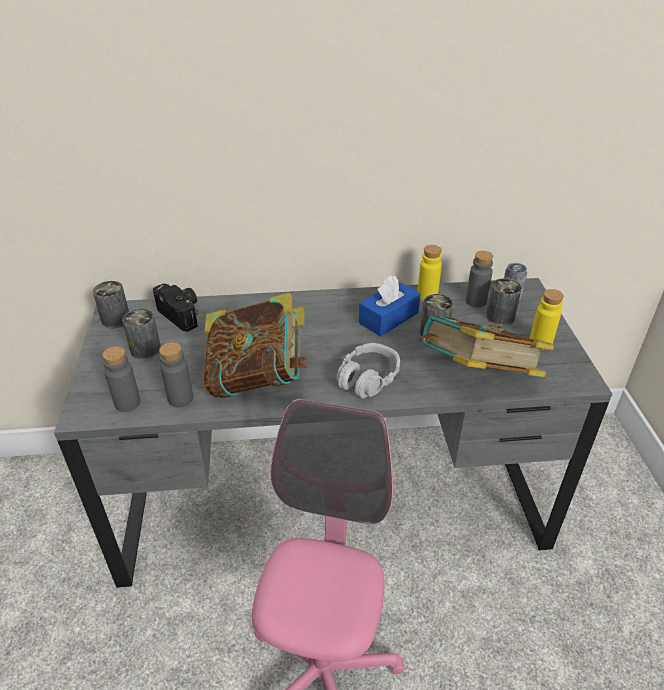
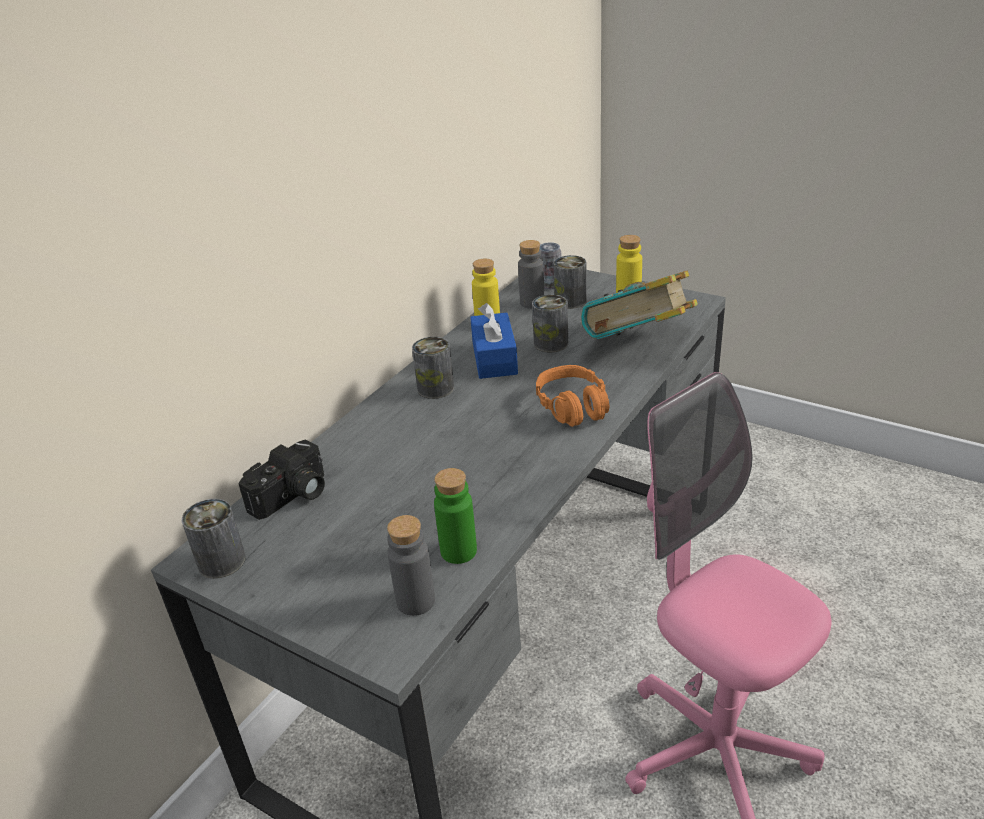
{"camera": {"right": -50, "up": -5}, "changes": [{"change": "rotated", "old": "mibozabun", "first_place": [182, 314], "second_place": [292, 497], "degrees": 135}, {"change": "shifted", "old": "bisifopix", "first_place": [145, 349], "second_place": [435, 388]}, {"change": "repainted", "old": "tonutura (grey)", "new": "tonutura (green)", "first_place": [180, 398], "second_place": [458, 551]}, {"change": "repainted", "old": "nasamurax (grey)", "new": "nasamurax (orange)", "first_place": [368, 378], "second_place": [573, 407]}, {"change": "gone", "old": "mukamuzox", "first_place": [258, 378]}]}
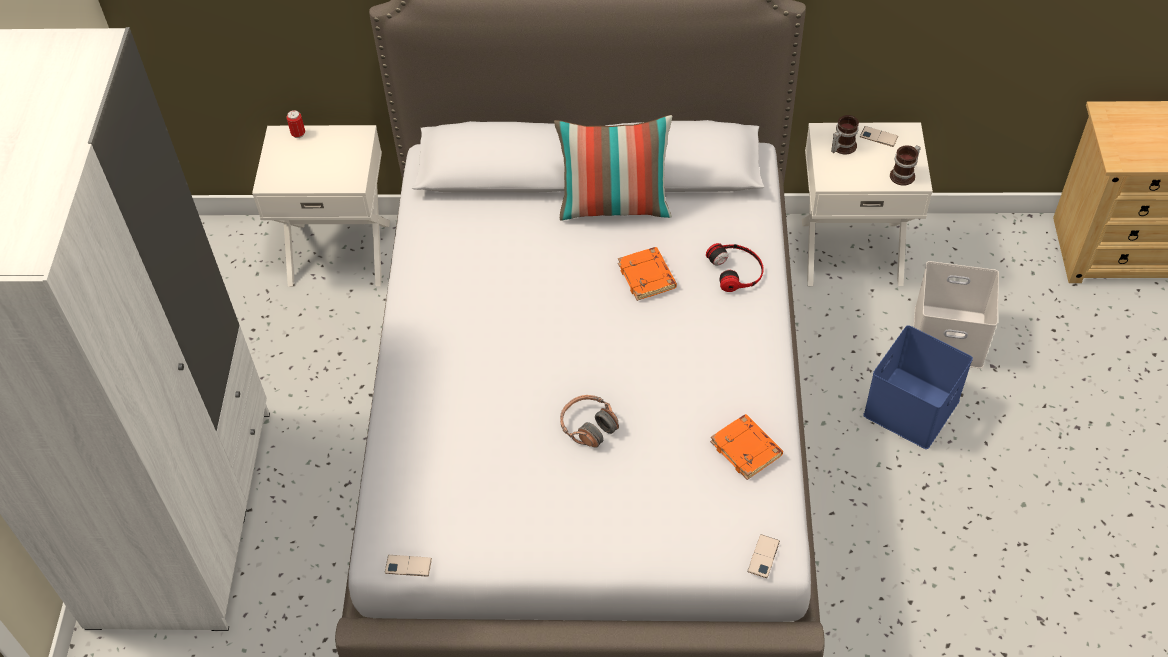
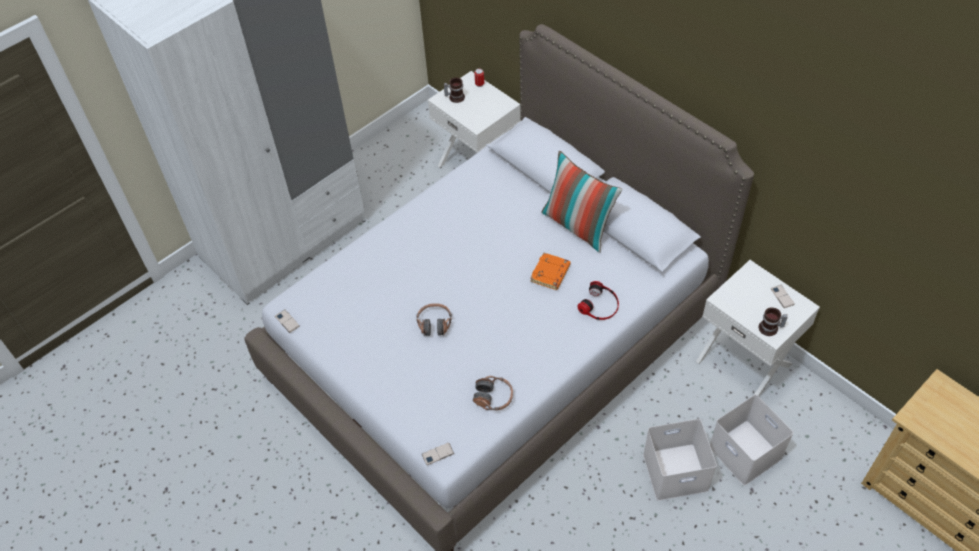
{"camera": {"right": 45, "up": 0}, "changes": [{"change": "shifted", "old": "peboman", "first_place": [841, 146], "second_place": [455, 97]}, {"change": "swapped", "old": "mukamuzox (orange)", "new": "nasamurax", "first_place": [747, 449], "second_place": [493, 397]}, {"change": "repainted", "old": "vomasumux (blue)", "new": "vomasumux (white)", "first_place": [910, 406], "second_place": [676, 470]}]}
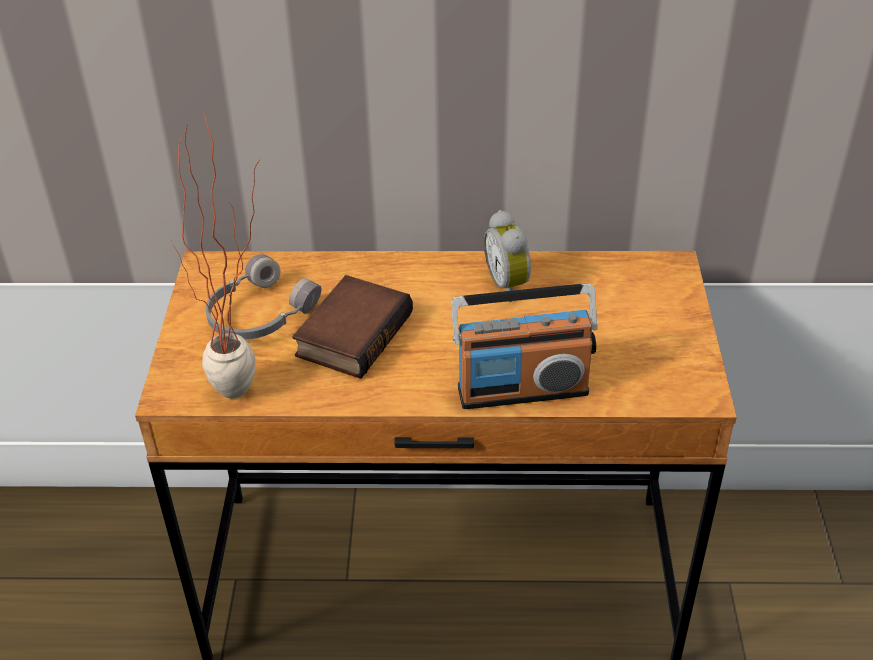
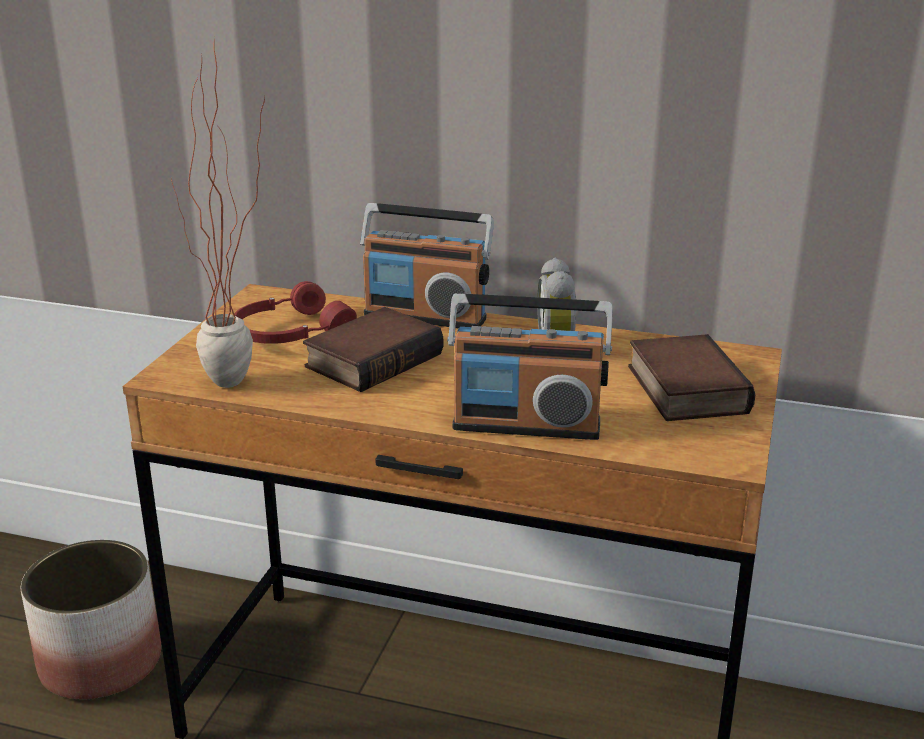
{"camera": {"right": 15, "up": -15}, "changes": [{"change": "new", "new": "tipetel", "second_place": [101, 663]}, {"change": "repainted", "old": "nasamurax (grey)", "new": "nasamurax (red)", "first_place": [259, 314], "second_place": [289, 333]}, {"change": "new", "new": "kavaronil", "second_place": [425, 316]}, {"change": "new", "new": "mukamuzox", "second_place": [682, 389]}]}
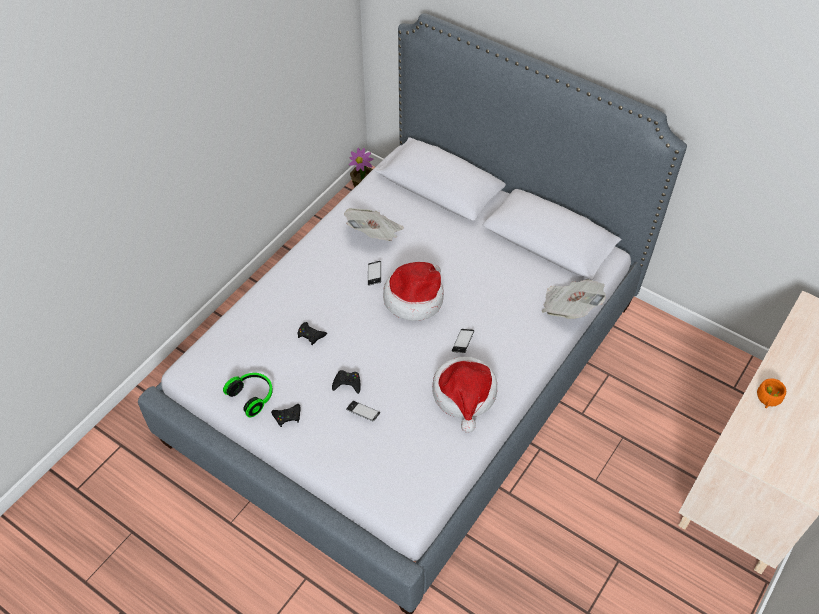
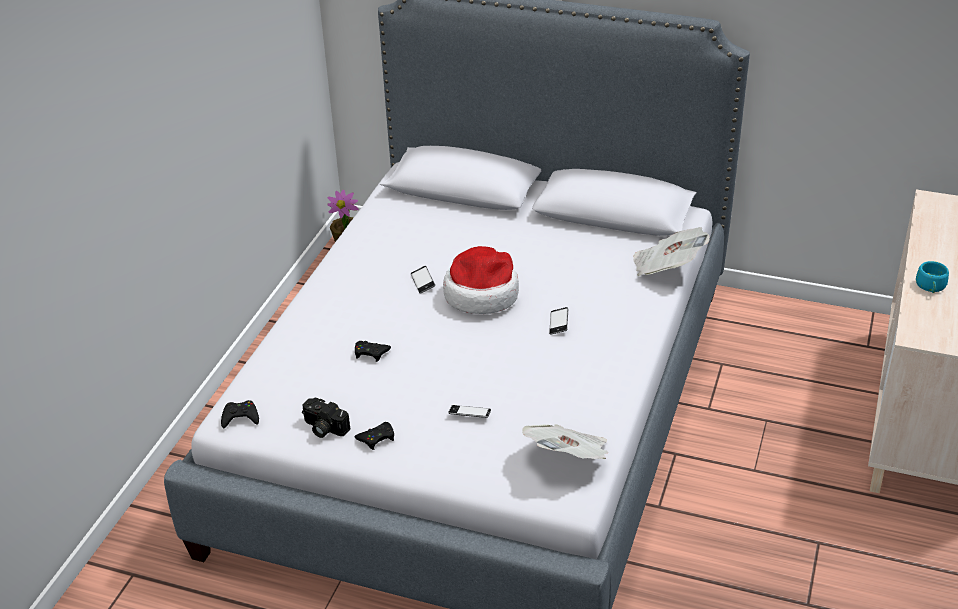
{"camera": {"right": -15, "up": -15}, "changes": [{"change": "shifted", "old": "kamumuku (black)", "first_place": [347, 383], "second_place": [240, 417]}, {"change": "swapped", "old": "nasamurax", "new": "mibozabun", "first_place": [253, 396], "second_place": [323, 428]}, {"change": "shifted", "old": "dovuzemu", "first_place": [375, 234], "second_place": [569, 458]}, {"change": "repainted", "old": "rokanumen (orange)", "new": "rokanumen (turquoise)", "first_place": [768, 399], "second_place": [930, 287]}, {"change": "gone", "old": "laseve", "first_place": [464, 395]}]}
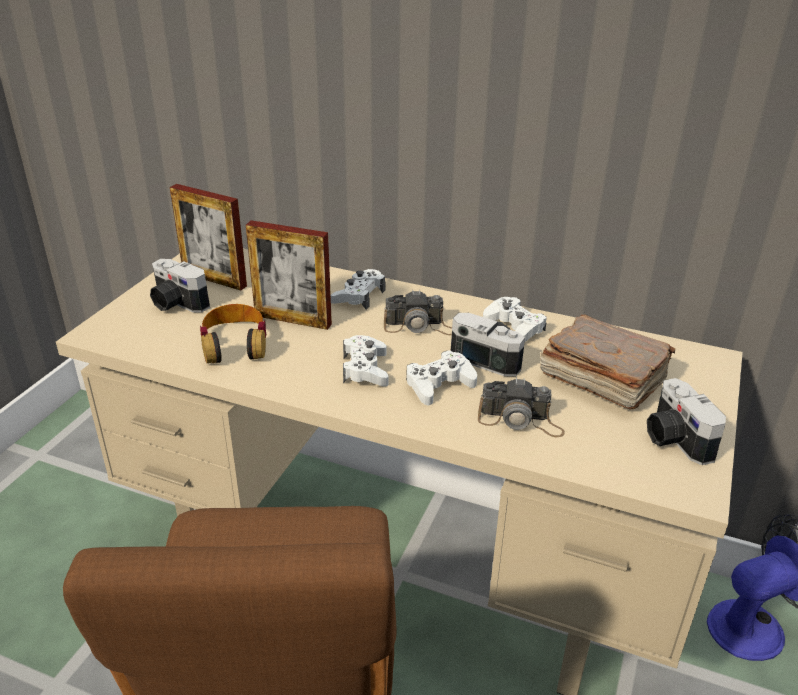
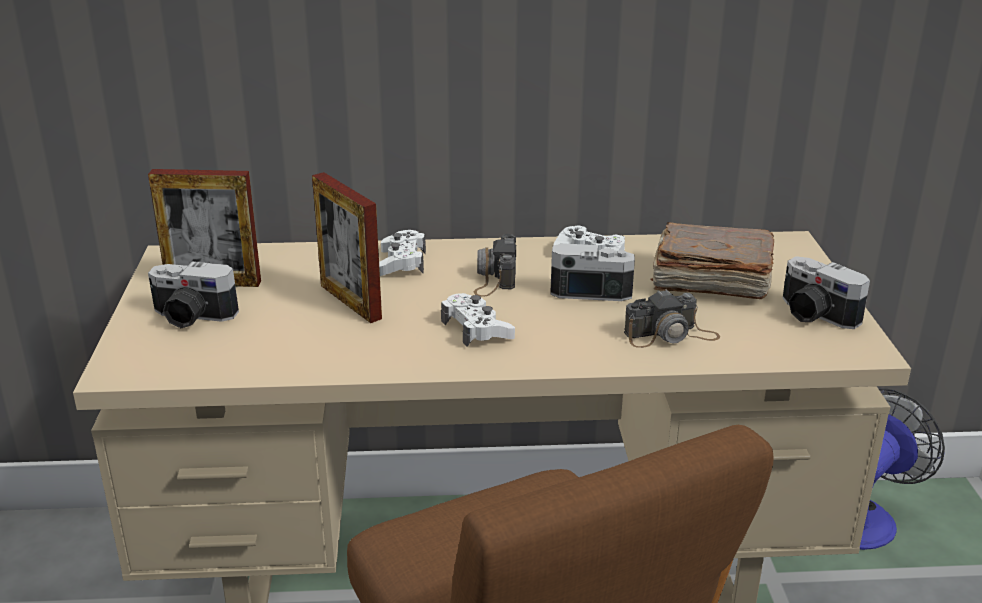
{"camera": {"right": -25, "up": -5}, "changes": [{"change": "rotated", "old": "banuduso", "first_place": [293, 320], "second_place": [350, 302], "degrees": 60}, {"change": "rotated", "old": "mibozabun", "first_place": [420, 326], "second_place": [495, 277], "degrees": 120}, {"change": "gone", "old": "nasamurax", "first_place": [234, 343]}, {"change": "gone", "old": "kamumuku (white)", "first_place": [439, 384]}]}
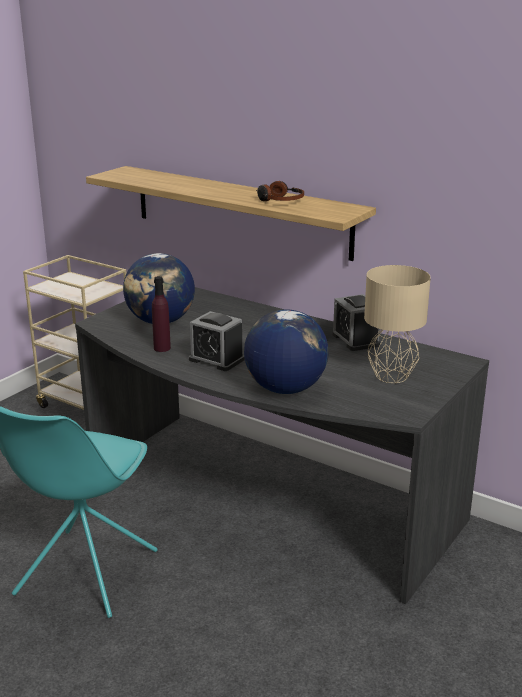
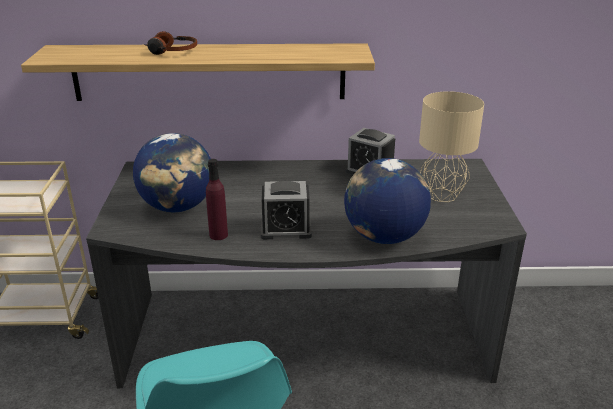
{"camera": {"right": -35, "up": 5}, "changes": [{"change": "shifted", "old": "nasamurax", "first_place": [279, 200], "second_place": [172, 51]}]}
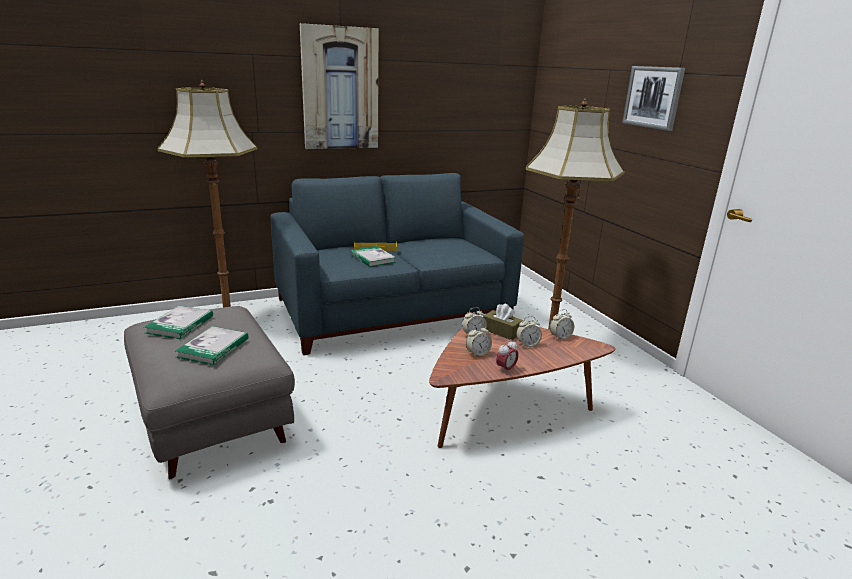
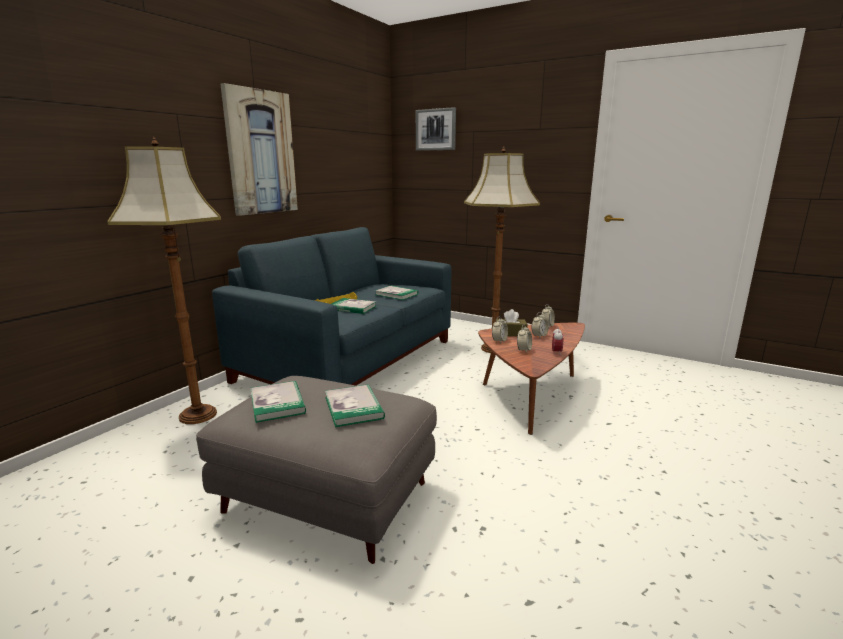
{"camera": {"right": -35, "up": -5}, "changes": [{"change": "new", "new": "mukamuzox", "second_place": [396, 294]}, {"change": "shifted", "old": "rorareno", "first_place": [653, 97], "second_place": [436, 129]}]}
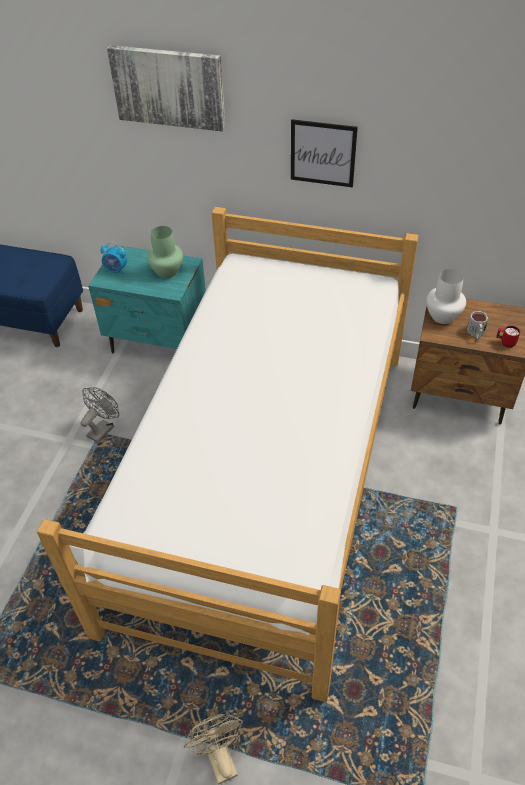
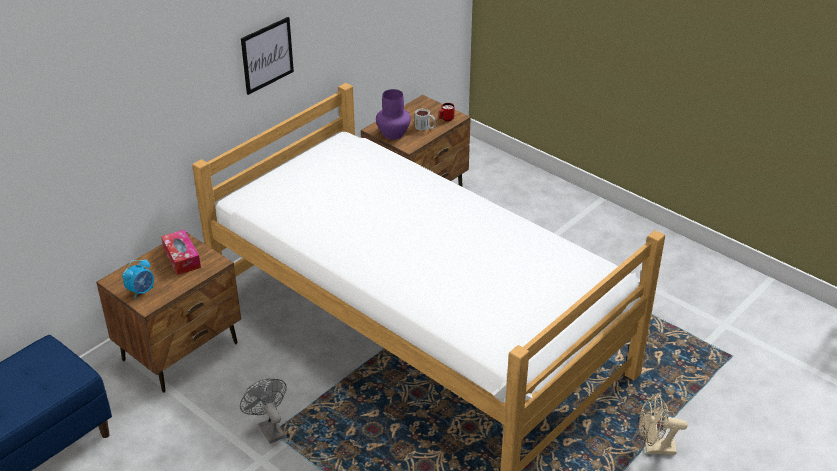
{"camera": {"right": -65, "up": -10}, "changes": [{"change": "repainted", "old": "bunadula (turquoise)", "new": "bunadula (brown)", "first_place": [159, 341], "second_place": [181, 351]}, {"change": "swapped", "old": "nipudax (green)", "new": "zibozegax", "first_place": [167, 272], "second_place": [182, 258]}, {"change": "repainted", "old": "nipudax (white)", "new": "nipudax (purple)", "first_place": [442, 316], "second_place": [393, 134]}, {"change": "gone", "old": "rorareno", "first_place": [168, 87]}]}
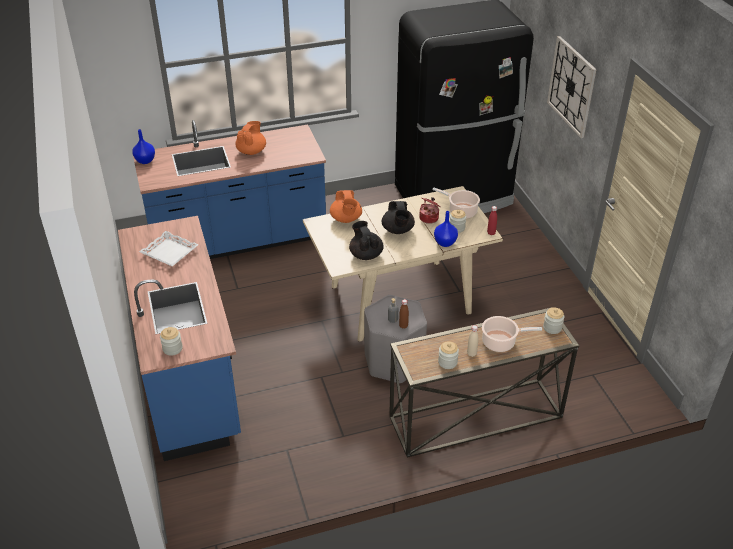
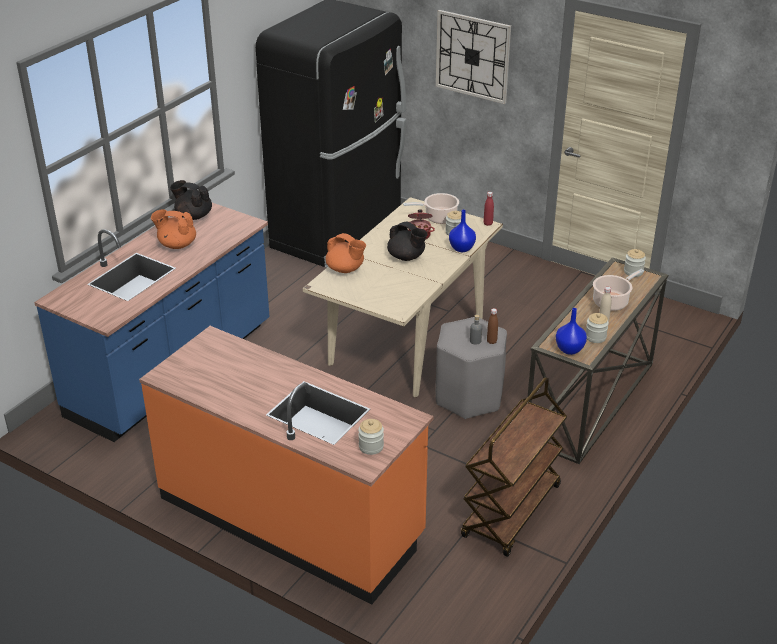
{"camera": {"right": -40, "up": -5}, "changes": [{"change": "repainted", "old": "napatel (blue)", "new": "napatel (orange)", "first_place": [189, 375], "second_place": [291, 517]}, {"change": "rotated", "old": "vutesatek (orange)", "first_place": [252, 151], "second_place": [177, 244], "degrees": -60}, {"change": "shifted", "old": "vutesatek (black)", "first_place": [366, 254], "second_place": [193, 216]}, {"change": "new", "new": "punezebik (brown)", "second_place": [512, 512]}, {"change": "shifted", "old": "nipudax (blue)", "first_place": [145, 160], "second_place": [569, 350]}, {"change": "gone", "old": "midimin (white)", "first_place": [170, 252]}]}
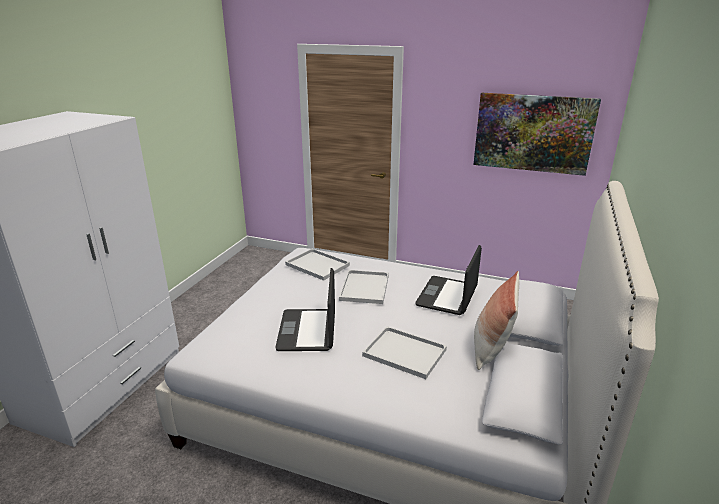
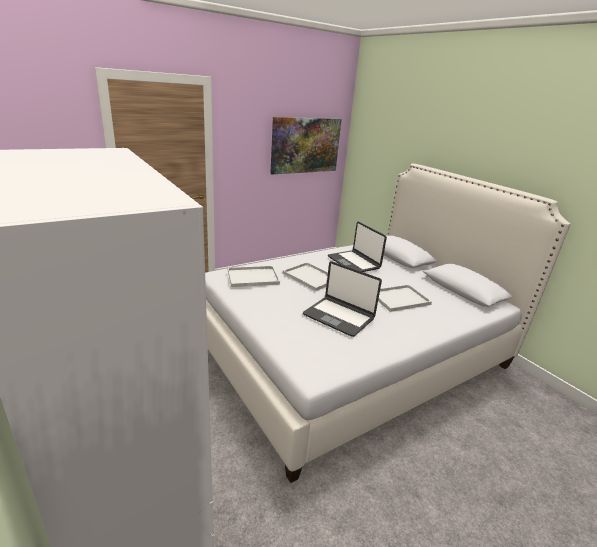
{"camera": {"right": -55, "up": 0}, "changes": [{"change": "gone", "old": "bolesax", "first_place": [491, 349]}]}
